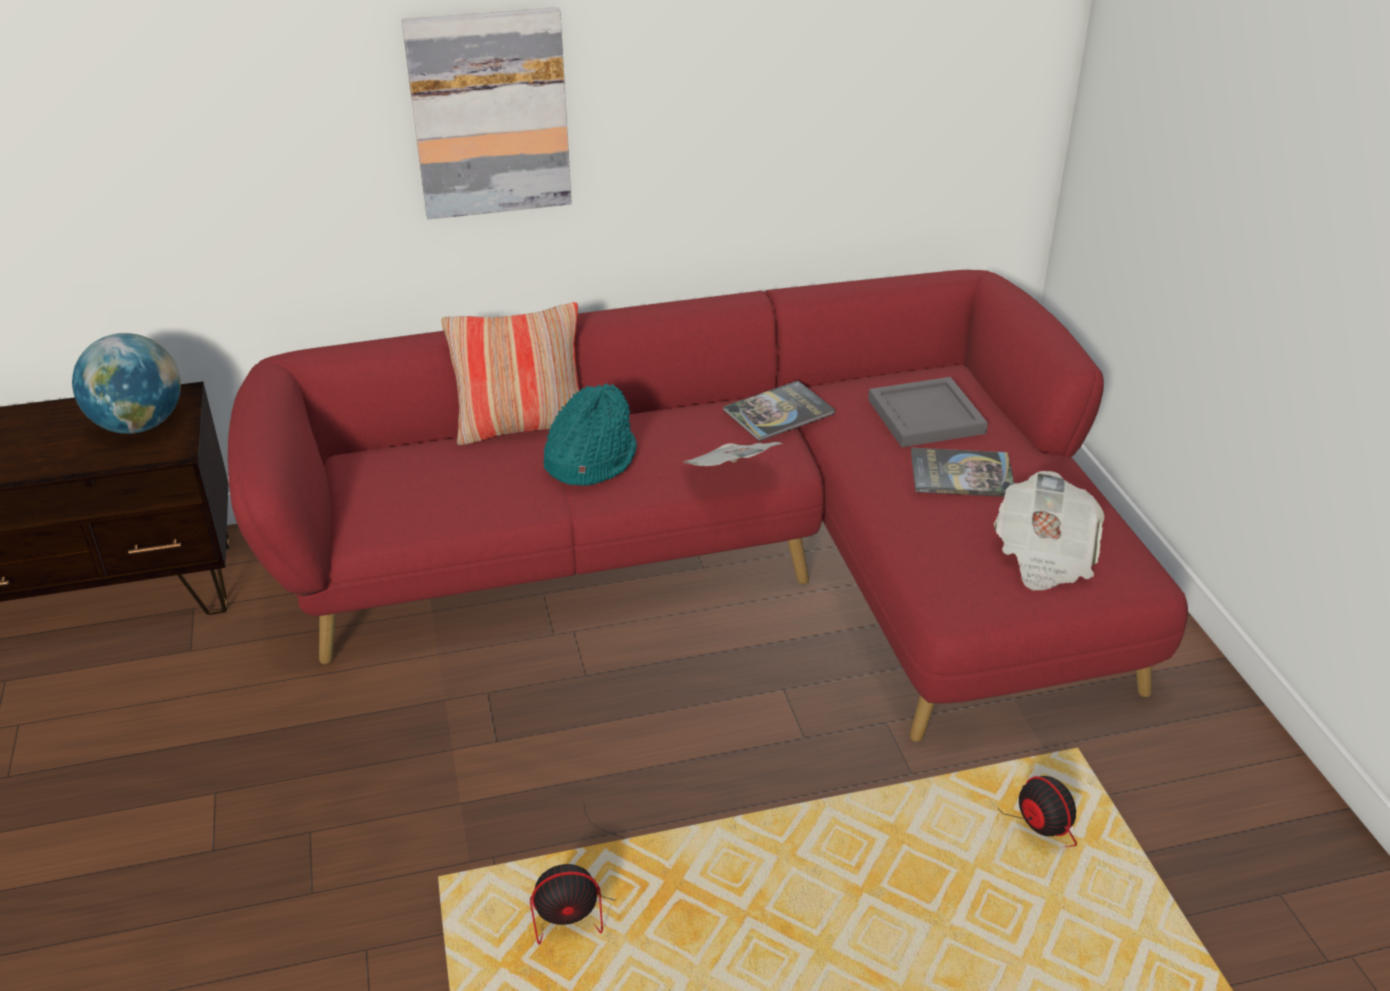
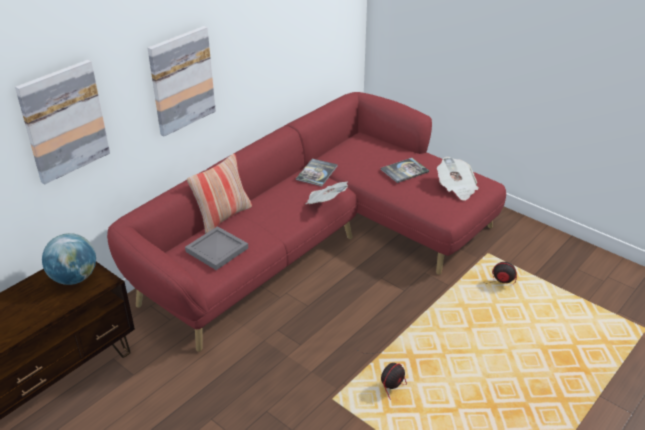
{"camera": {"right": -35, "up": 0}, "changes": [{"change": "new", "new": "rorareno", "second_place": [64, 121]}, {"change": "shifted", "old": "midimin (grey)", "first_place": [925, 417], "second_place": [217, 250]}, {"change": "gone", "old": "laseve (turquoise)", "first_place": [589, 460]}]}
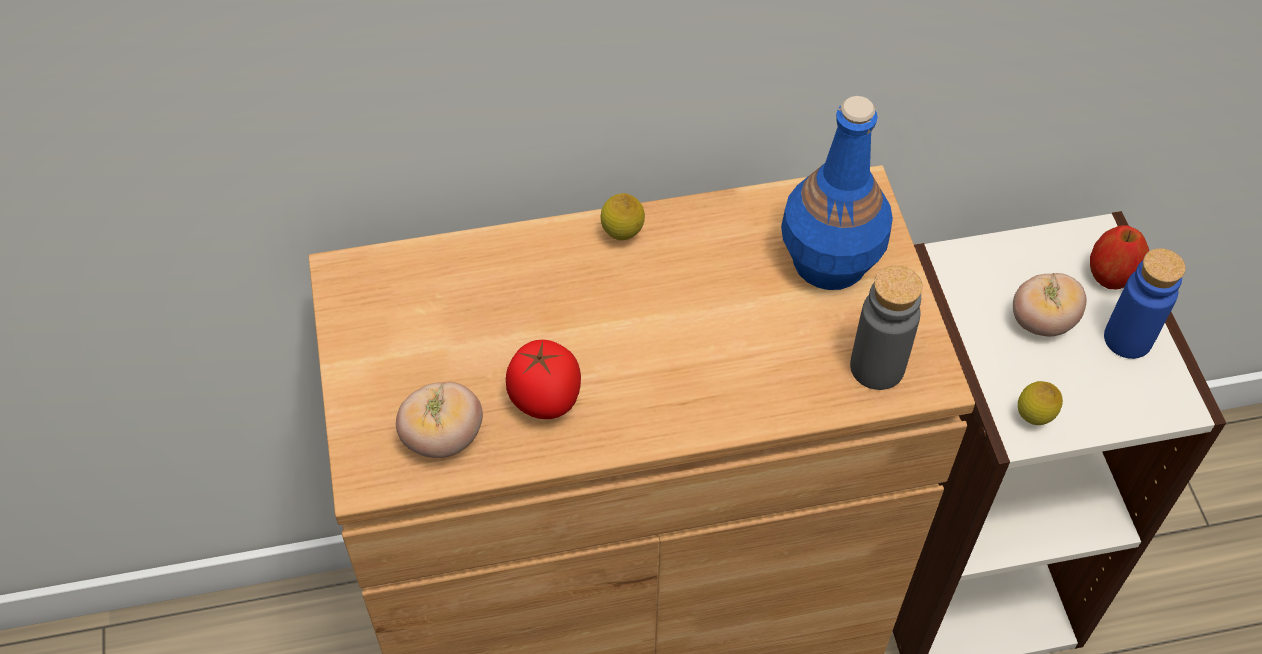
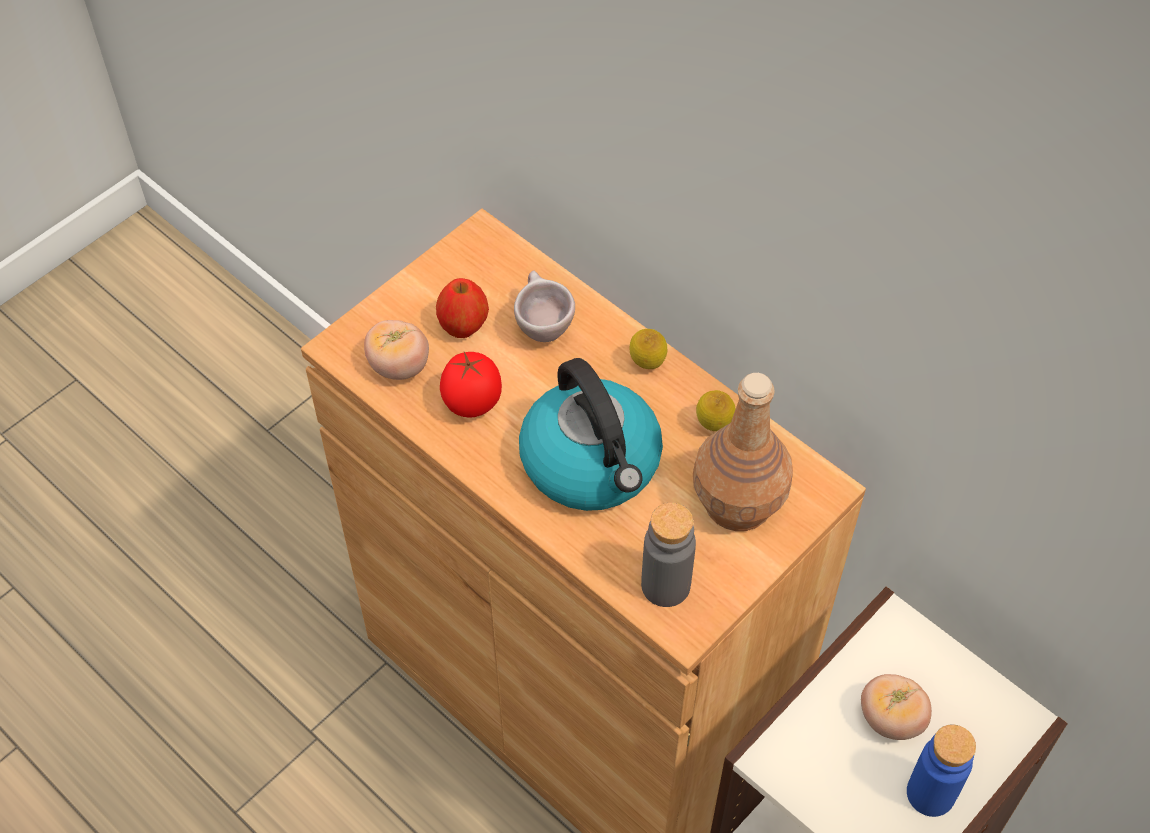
{"camera": {"right": 55, "up": 0}, "changes": [{"change": "shifted", "old": "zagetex", "first_place": [1111, 276], "second_place": [463, 327]}, {"change": "new", "new": "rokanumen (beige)", "second_place": [541, 326]}, {"change": "new", "new": "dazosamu", "second_place": [592, 464]}, {"change": "repainted", "old": "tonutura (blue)", "new": "tonutura (brown)", "first_place": [828, 261], "second_place": [737, 502]}, {"change": "shifted", "old": "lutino", "first_place": [1033, 419], "second_place": [713, 426]}]}
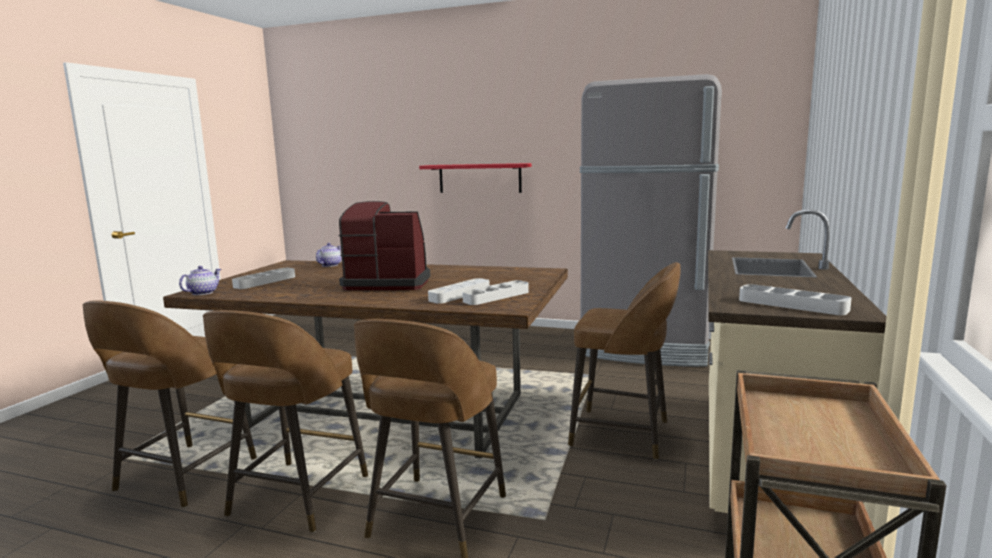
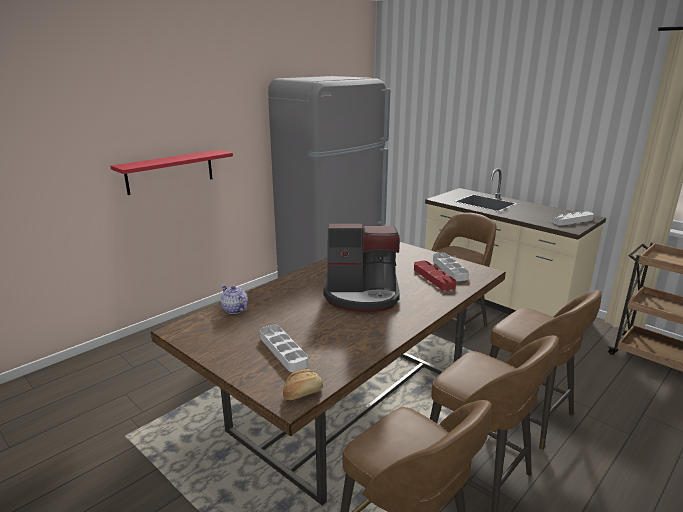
{"camera": {"right": -65, "up": 10}, "changes": [{"change": "swapped", "old": "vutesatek", "new": "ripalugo", "first_place": [203, 293], "second_place": [302, 393]}, {"change": "rotated", "old": "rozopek", "first_place": [387, 283], "second_place": [362, 295], "degrees": -120}, {"change": "repainted", "old": "midimin (grey)", "new": "midimin (red)", "first_place": [460, 295], "second_place": [433, 278]}]}
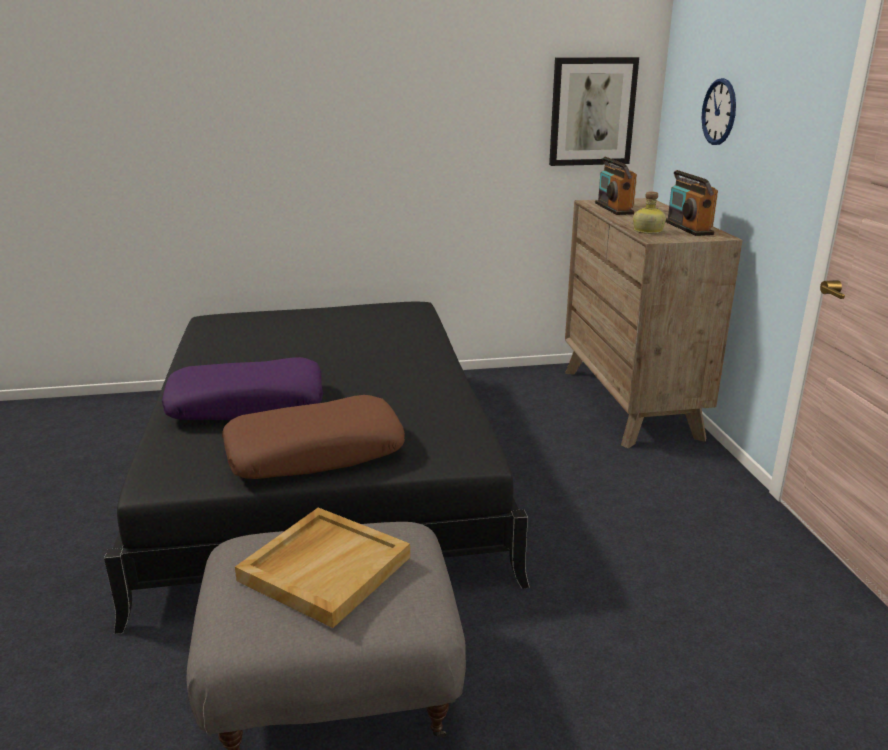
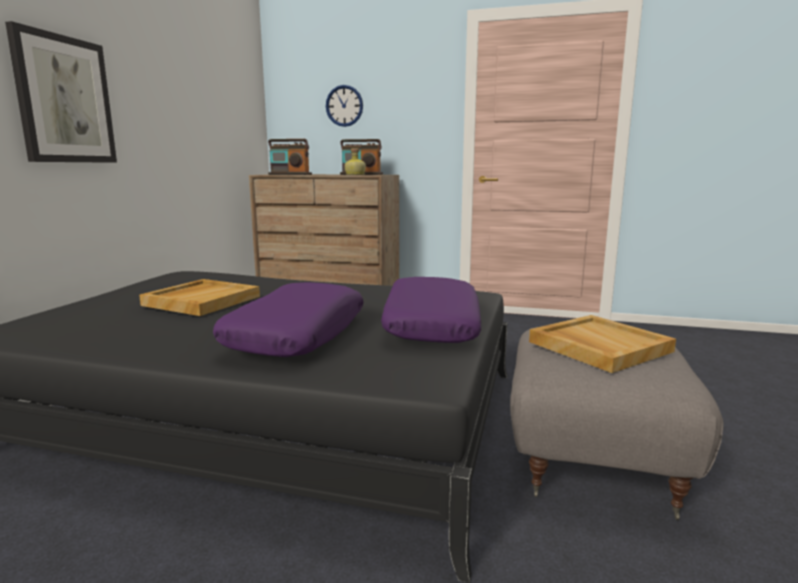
{"camera": {"right": -65, "up": -10}, "changes": [{"change": "shifted", "old": "rorareno", "first_place": [592, 112], "second_place": [64, 100]}, {"change": "new", "new": "midimin (beige)", "second_place": [202, 300]}, {"change": "repainted", "old": "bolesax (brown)", "new": "bolesax (purple)", "first_place": [315, 453], "second_place": [430, 324]}]}
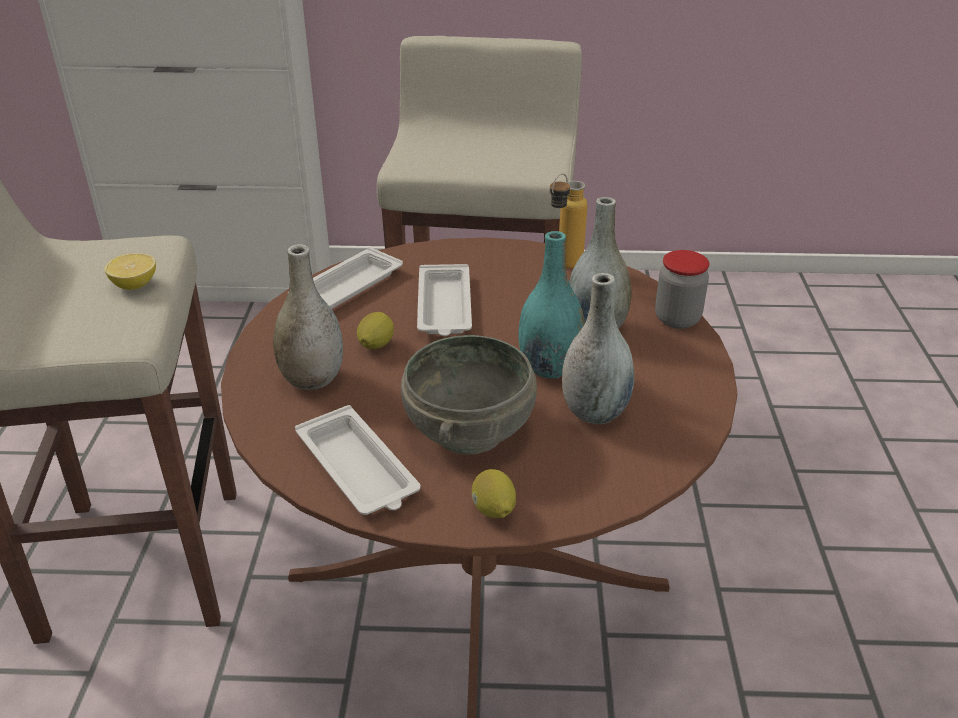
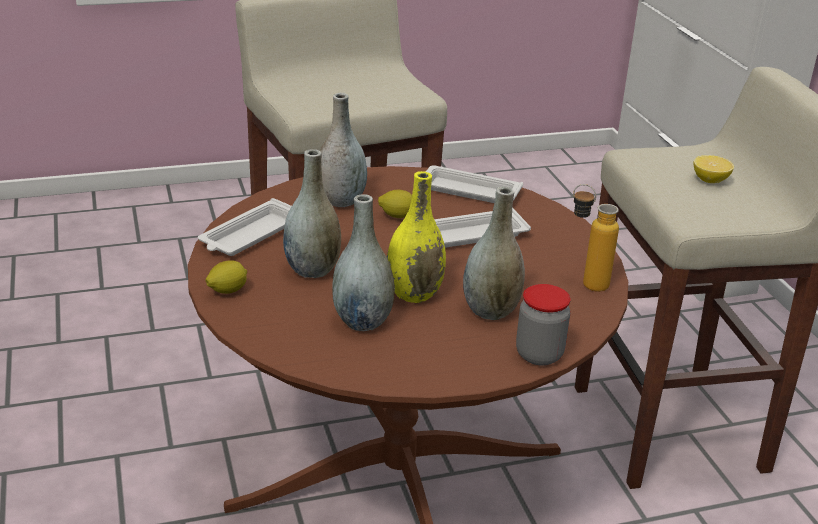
{"camera": {"right": 70, "up": -5}, "changes": [{"change": "swapped", "old": "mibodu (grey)", "new": "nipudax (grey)", "first_place": [471, 430], "second_place": [312, 270]}, {"change": "repainted", "old": "nipudax (turquoise)", "new": "nipudax (yellow)", "first_place": [550, 367], "second_place": [414, 294]}, {"change": "shifted", "old": "lutino", "first_place": [135, 285], "second_place": [710, 180]}]}
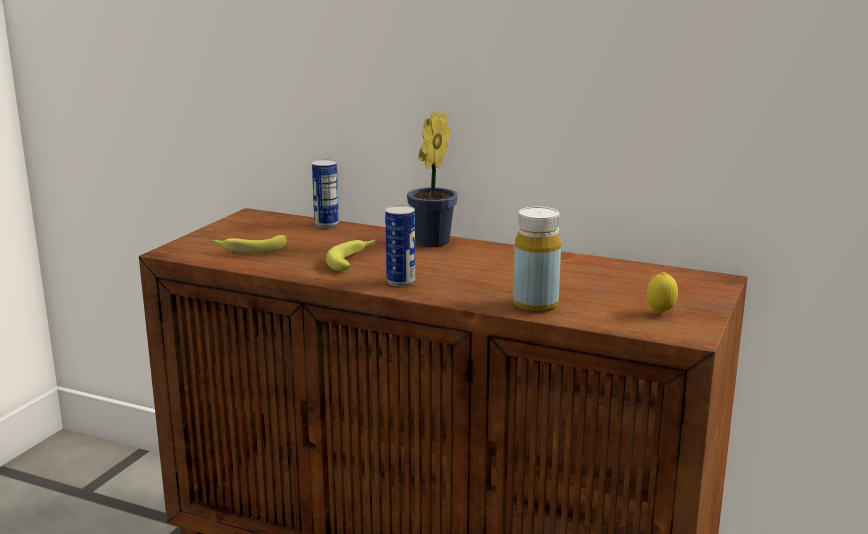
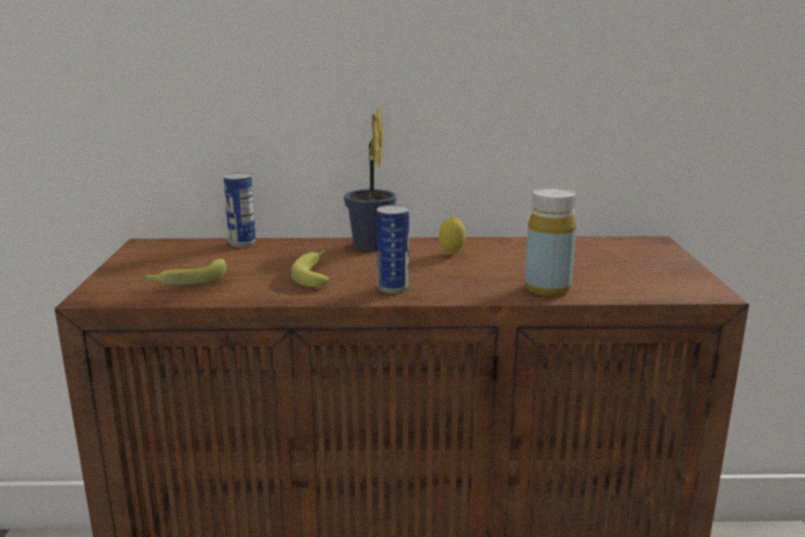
{"camera": {"right": -25, "up": 0}, "changes": [{"change": "shifted", "old": "lutino", "first_place": [660, 313], "second_place": [451, 253]}]}
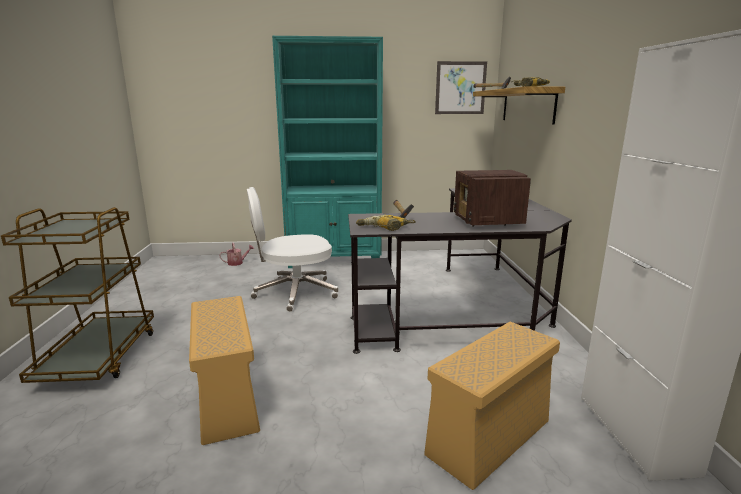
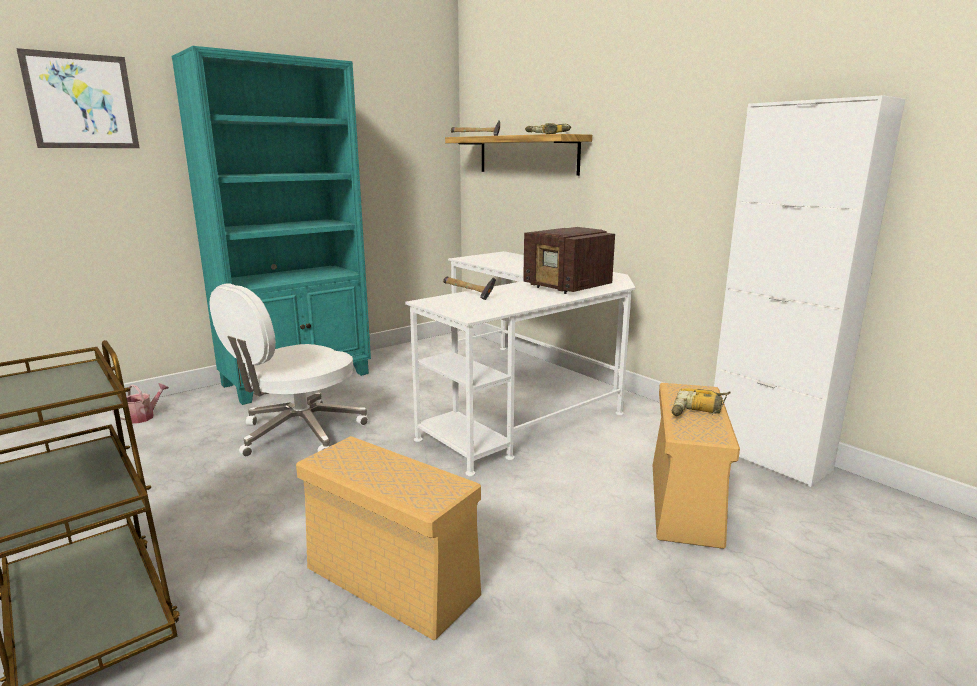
{"camera": {"right": -35, "up": 0}, "changes": [{"change": "shifted", "old": "rorareno", "first_place": [460, 88], "second_place": [81, 101]}, {"change": "repainted", "old": "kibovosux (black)", "new": "kibovosux (white)", "first_place": [466, 310], "second_place": [526, 398]}, {"change": "shifted", "old": "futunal", "first_place": [384, 228], "second_place": [699, 410]}]}
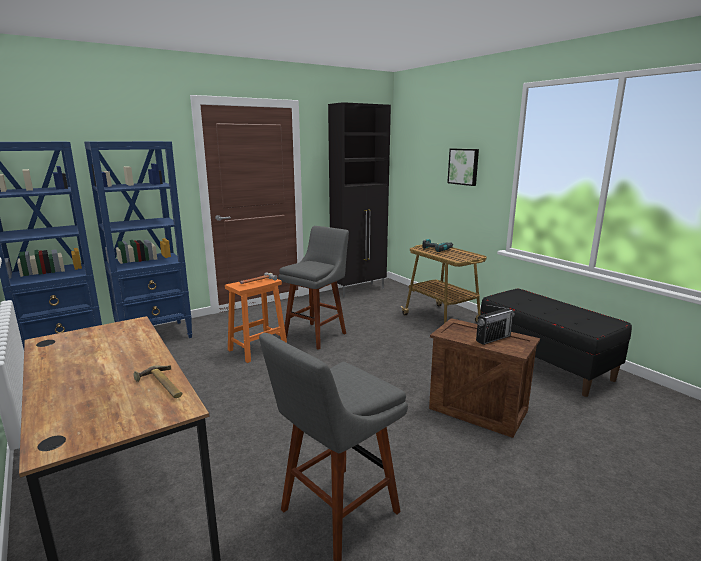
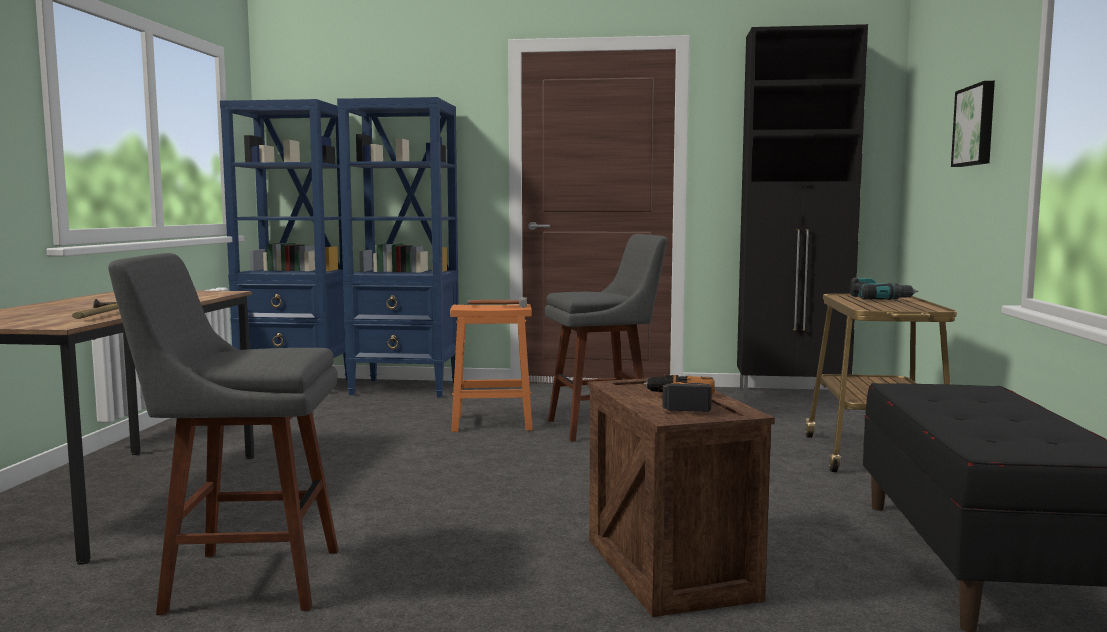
{"camera": {"right": 40, "up": -10}, "changes": [{"change": "swapped", "old": "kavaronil", "new": "futunal", "first_place": [493, 338], "second_place": [678, 401]}]}
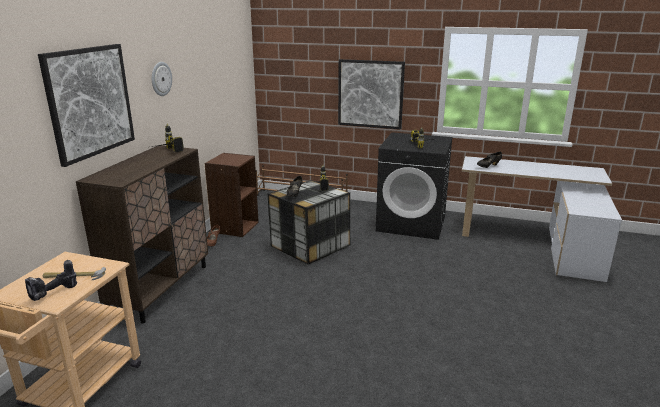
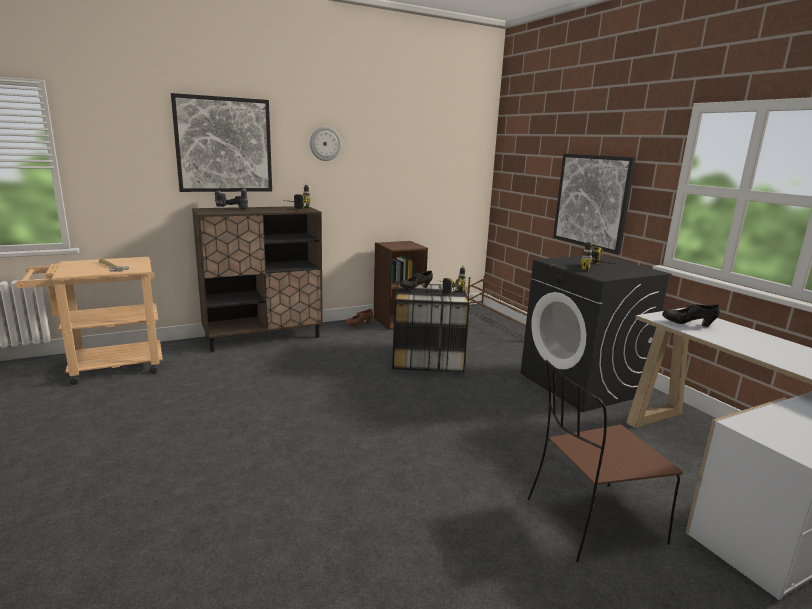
{"camera": {"right": 45, "up": -5}, "changes": [{"change": "shifted", "old": "futunal", "first_place": [54, 294], "second_place": [230, 209]}, {"change": "new", "new": "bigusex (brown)", "second_place": [591, 521]}]}
